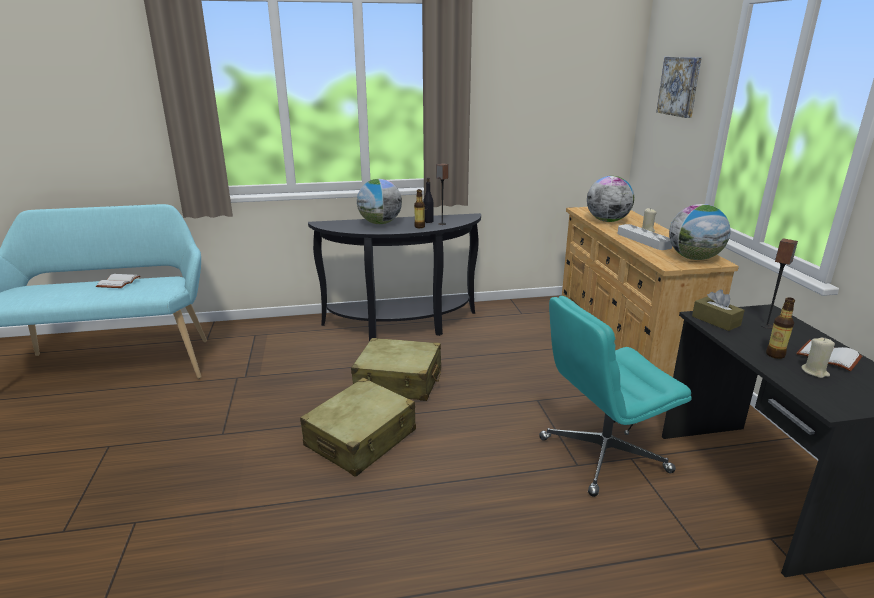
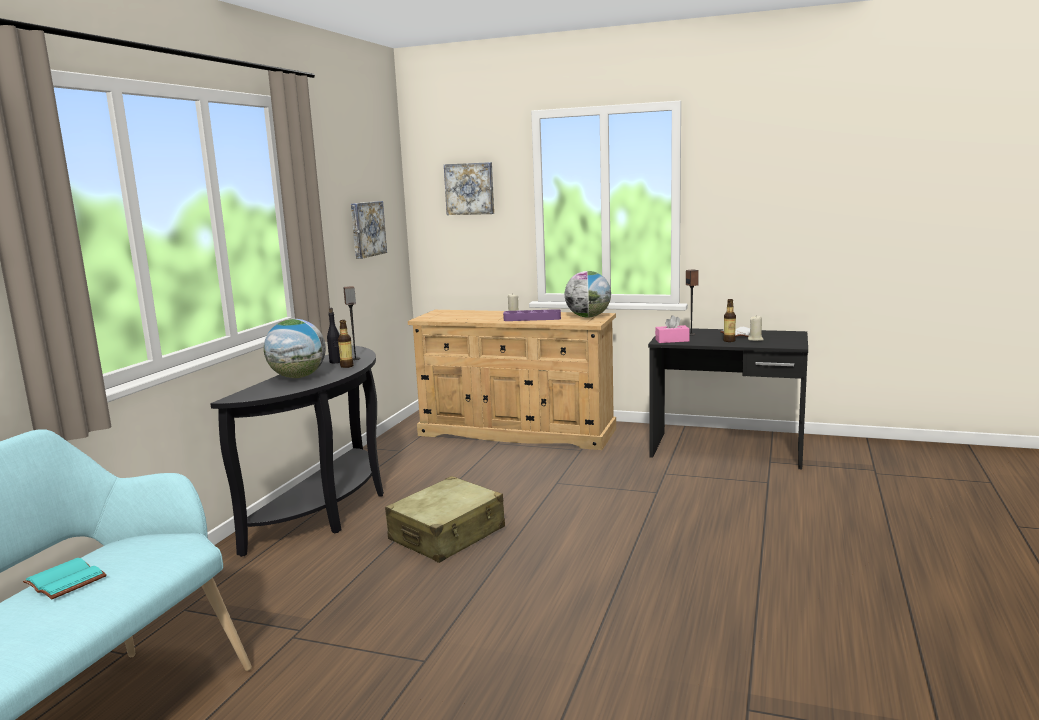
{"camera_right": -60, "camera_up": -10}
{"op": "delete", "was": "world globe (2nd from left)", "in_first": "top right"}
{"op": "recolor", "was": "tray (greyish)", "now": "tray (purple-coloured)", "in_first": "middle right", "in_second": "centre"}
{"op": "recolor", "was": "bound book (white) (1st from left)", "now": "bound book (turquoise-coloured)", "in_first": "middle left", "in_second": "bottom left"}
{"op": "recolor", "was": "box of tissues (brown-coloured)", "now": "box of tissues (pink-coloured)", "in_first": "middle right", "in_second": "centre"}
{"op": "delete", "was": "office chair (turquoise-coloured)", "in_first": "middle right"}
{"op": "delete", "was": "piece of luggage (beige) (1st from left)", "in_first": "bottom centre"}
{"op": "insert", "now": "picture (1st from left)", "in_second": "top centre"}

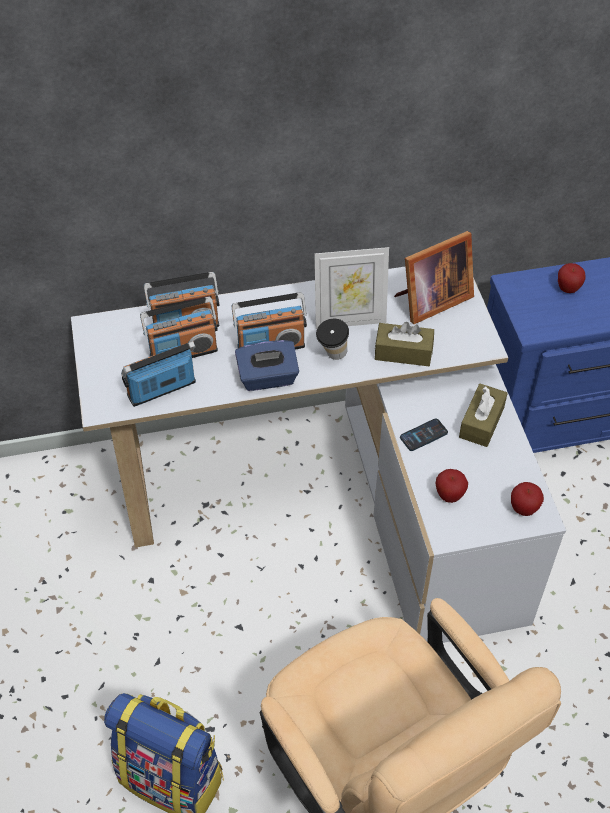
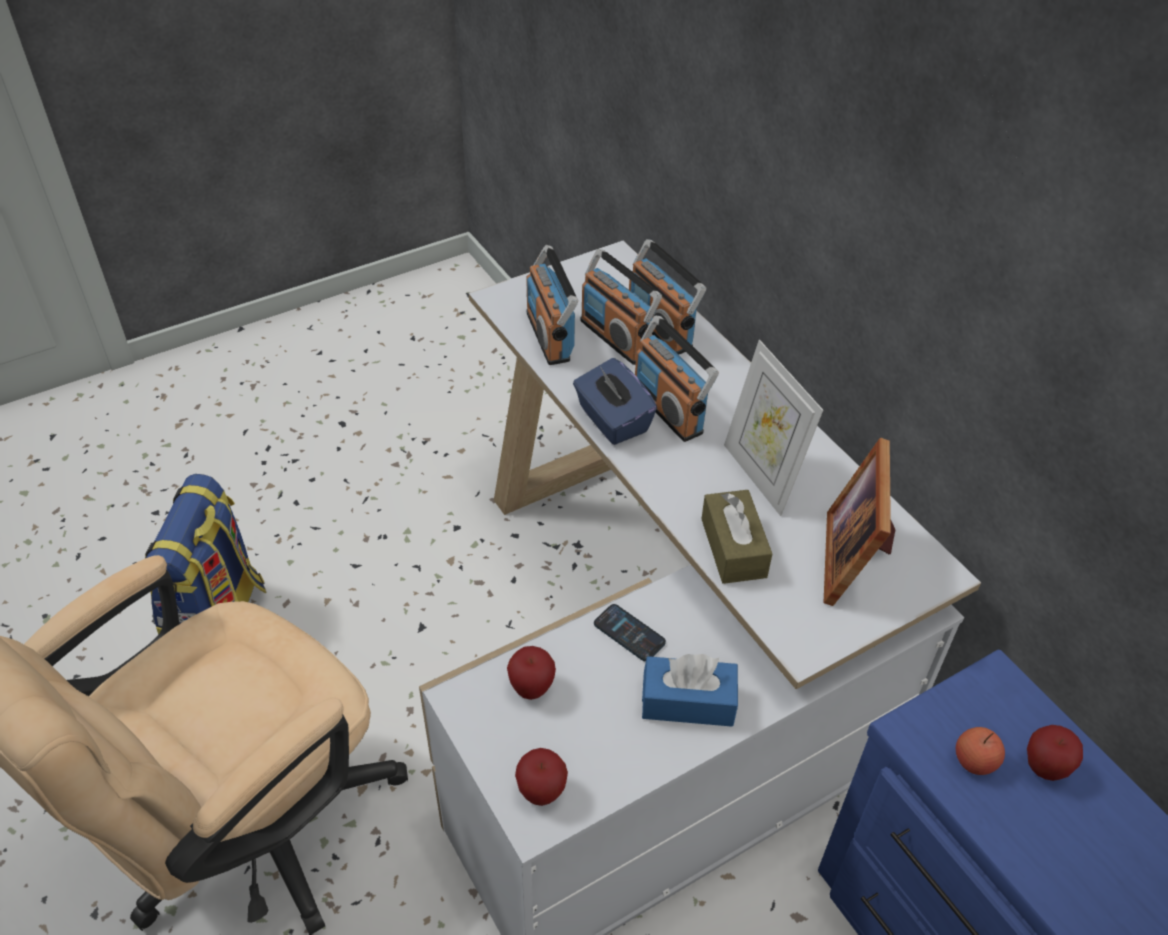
{"camera_right": 70, "camera_up": -5}
{"op": "rotate", "was": "picture frame (2nd from left)", "in_first": "middle right", "in_second": "middle right", "clockwise": 60}
{"op": "delete", "was": "drinking cup", "in_first": "centre"}
{"op": "rotate", "was": "radio set (1st from left)", "in_first": "middle left", "in_second": "top centre", "clockwise": -150}
{"op": "recolor", "was": "box of tissues (brown-coloured) (2nd from left)", "now": "box of tissues (blue-coloured) (2nd from left)", "in_first": "middle right", "in_second": "bottom centre"}
{"op": "insert", "now": "apple fruit (3rd from left)", "in_second": "bottom right"}

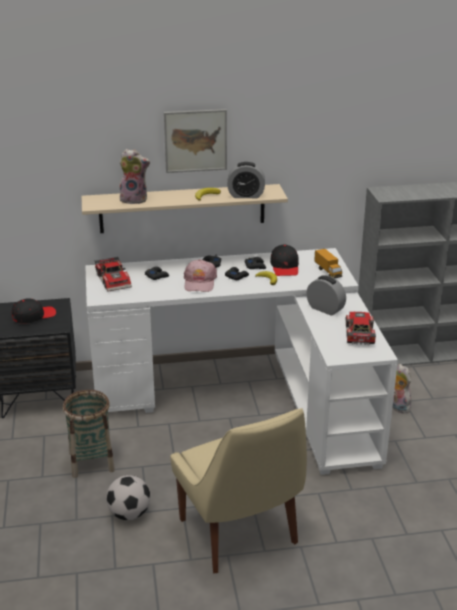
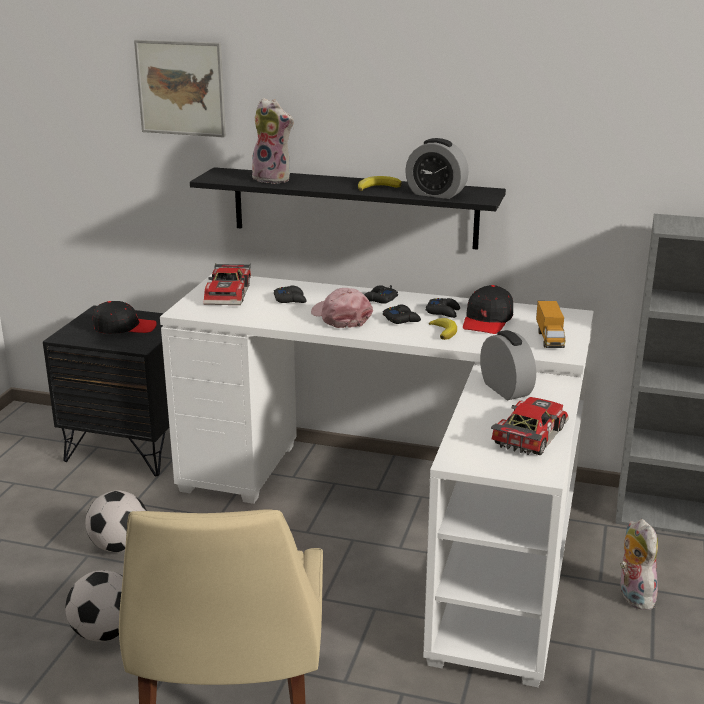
{"camera_right": 25, "camera_up": -5}
{"op": "move", "was": "picture", "in_first": "top centre", "in_second": "top left"}
{"op": "recolor", "was": "bracket shelf (beige)", "now": "bracket shelf (blackish)", "in_first": "centre", "in_second": "top centre"}
{"op": "rotate", "was": "baseball cap (pink-coloured)", "in_first": "centre", "in_second": "centre", "clockwise": 120}
{"op": "replace", "was": "storage basket", "now": "football ball (2nd from left)", "in_first": "bottom left", "in_second": "bottom left"}

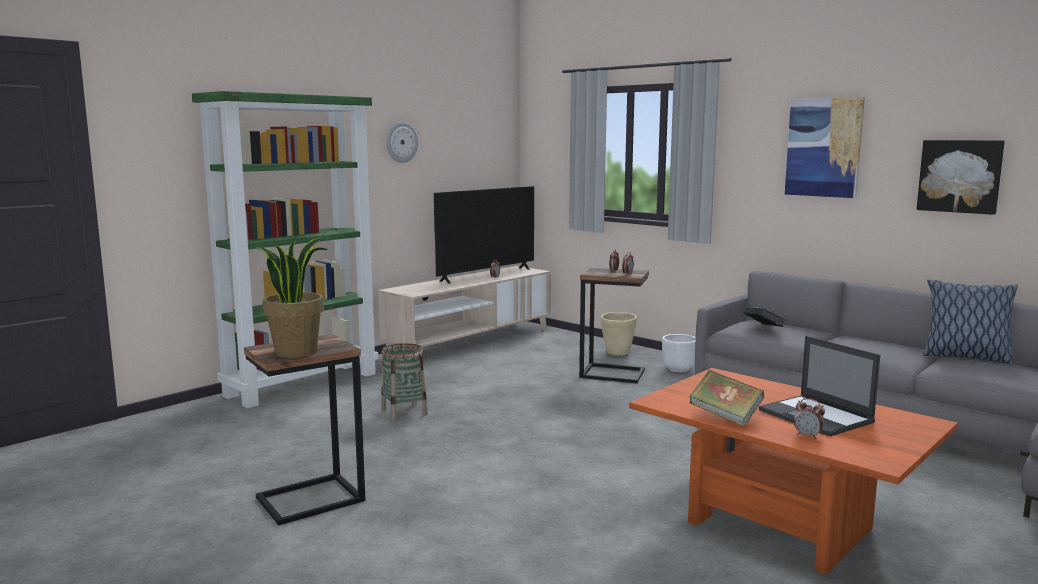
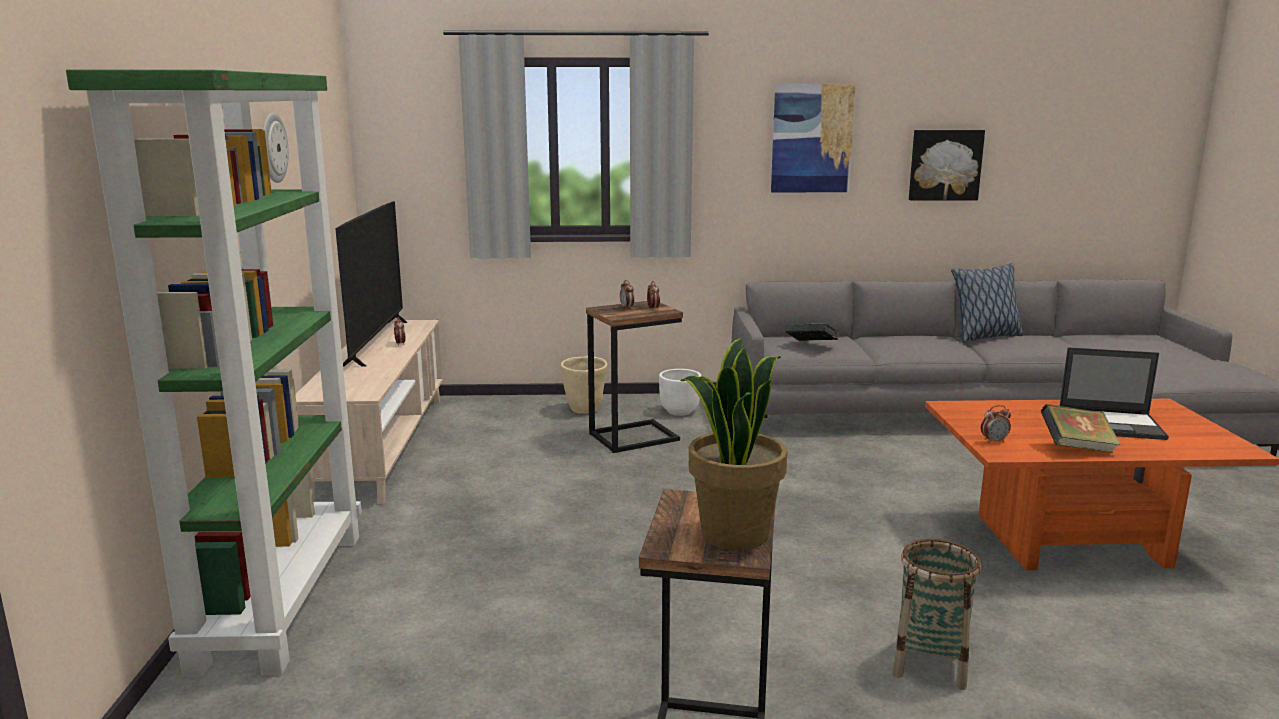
{"camera_right": -45, "camera_up": 5}
{"op": "move", "was": "storage basket", "in_first": "centre", "in_second": "bottom right"}
{"op": "move", "was": "table clock (4th from left)", "in_first": "bottom right", "in_second": "middle right"}

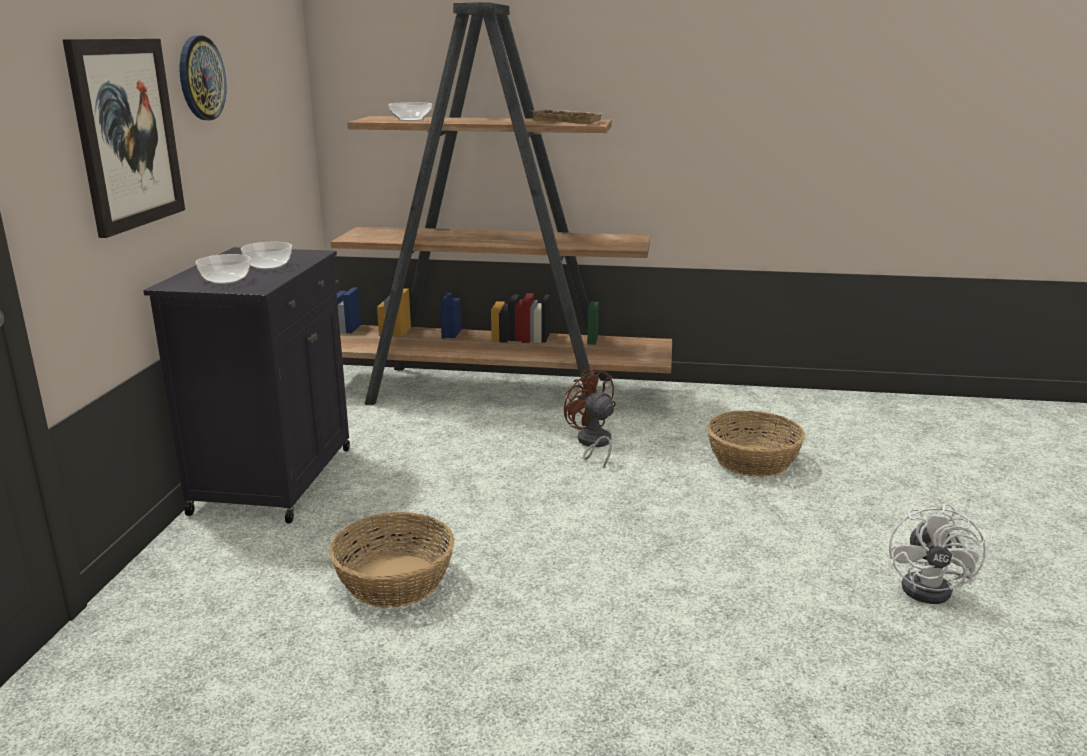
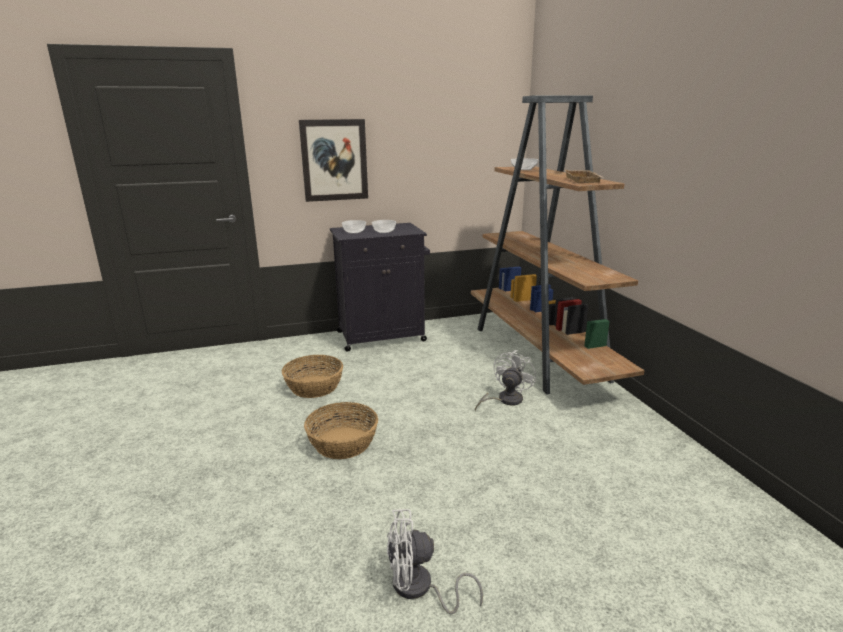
{"camera_right": 65, "camera_up": 0}
{"op": "delete", "was": "clock on the wall", "in_first": "top left"}
{"op": "recolor", "was": "fan (brown-coloured)", "now": "fan (white) (2nd from left)", "in_first": "centre", "in_second": "centre"}
{"op": "move", "was": "storage basket (2nd from left)", "in_first": "middle right", "in_second": "bottom centre"}

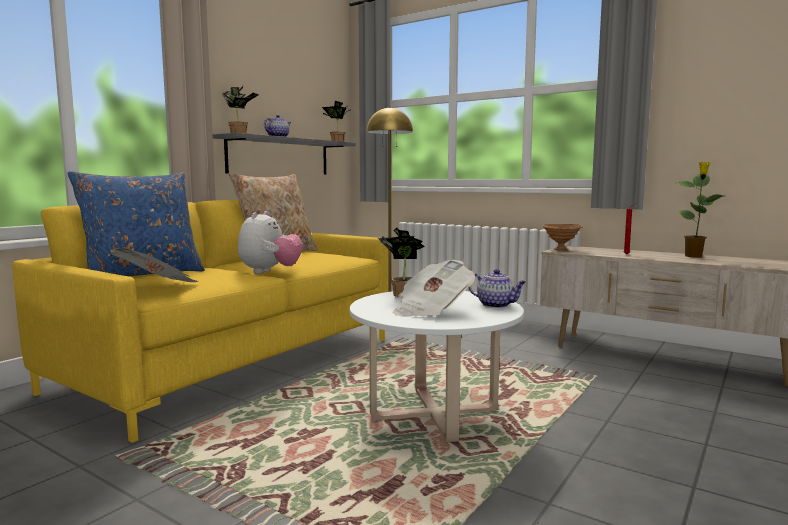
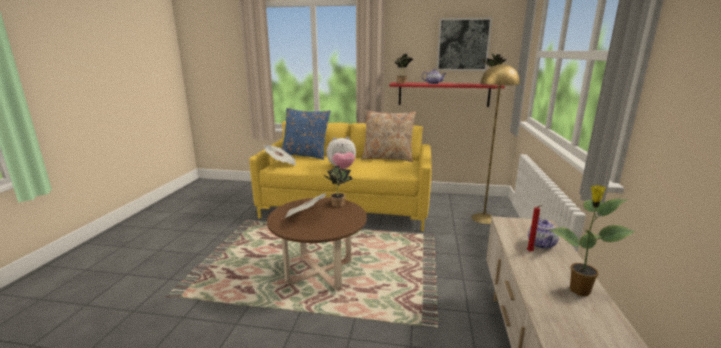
{"camera_right": 65, "camera_up": 10}
{"op": "recolor", "was": "bracket shelf (greyish)", "now": "bracket shelf (red)", "in_first": "top centre", "in_second": "top centre"}
{"op": "delete", "was": "deep dish (brown-coloured)", "in_first": "middle right"}
{"op": "move", "was": "teapot (2nd from left)", "in_first": "centre", "in_second": "bottom right"}
{"op": "recolor", "was": "coffee table (white)", "now": "coffee table (brown-coloured)", "in_first": "bottom centre", "in_second": "bottom centre"}
{"op": "insert", "now": "picture", "in_second": "top centre"}

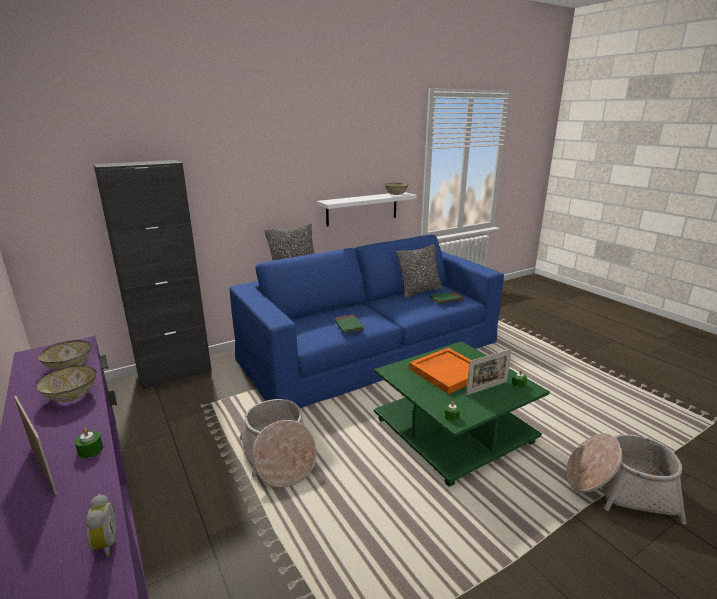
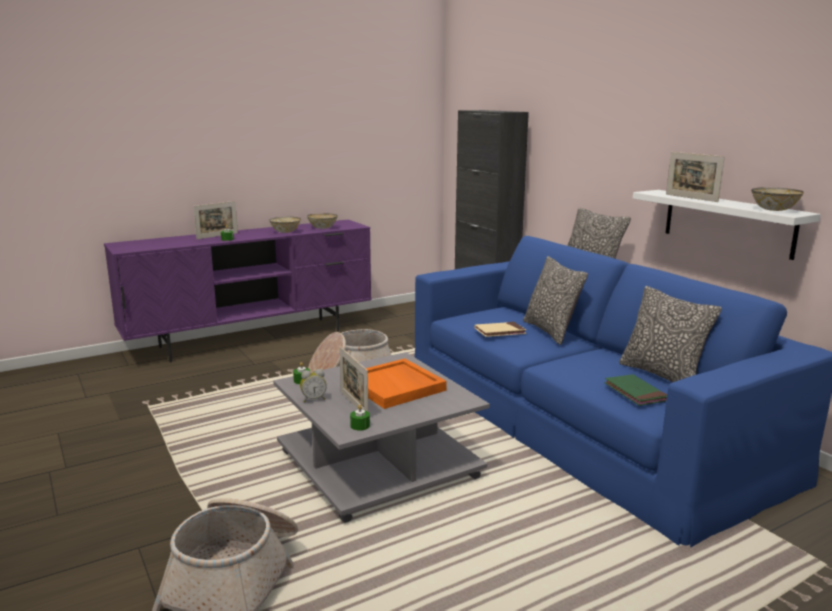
{"camera_right": 90, "camera_up": -5}
{"op": "recolor", "was": "bound book (green-coloured) (1st from left)", "now": "bound book (beige)", "in_first": "centre", "in_second": "centre"}
{"op": "recolor", "was": "coffee table (green-coloured)", "now": "coffee table (greyish)", "in_first": "bottom centre", "in_second": "bottom centre"}
{"op": "move", "was": "table clock", "in_first": "bottom left", "in_second": "centre"}
{"op": "insert", "now": "picture frame (3rd from left)", "in_second": "top right"}
{"op": "insert", "now": "cushion (1st from left)", "in_second": "middle right"}

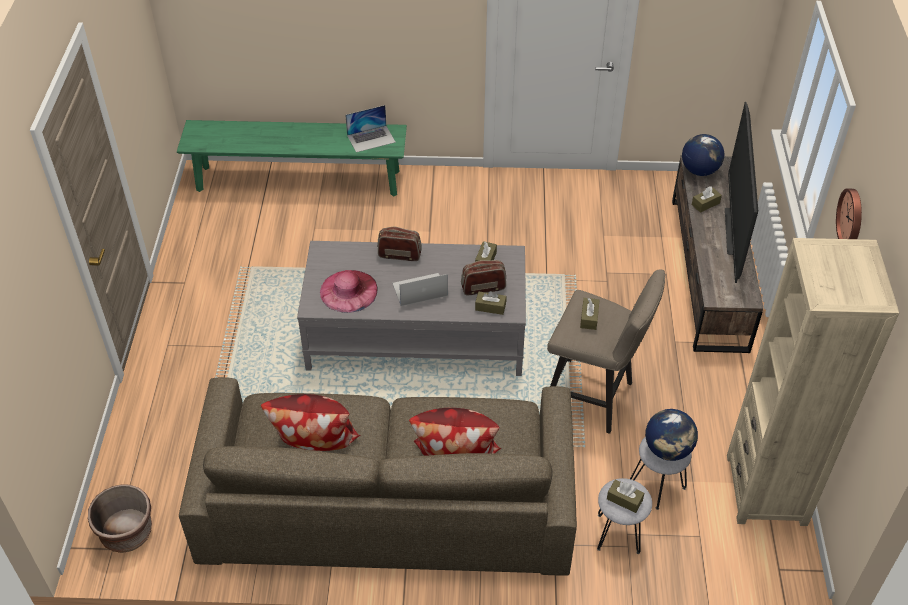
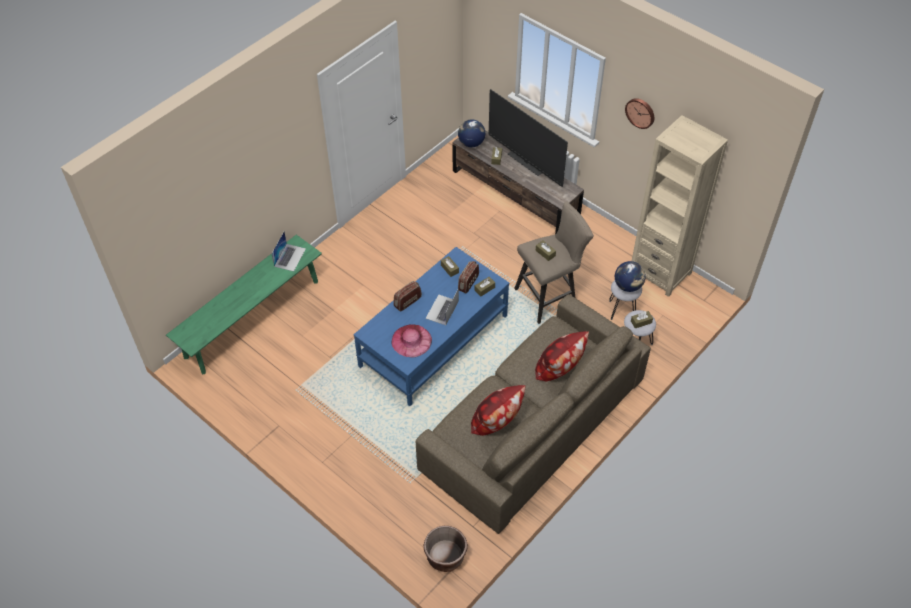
{"camera_right": -50, "camera_up": 5}
{"op": "recolor", "was": "coffee table (greyish)", "now": "coffee table (blue-coloured)", "in_first": "centre", "in_second": "centre"}

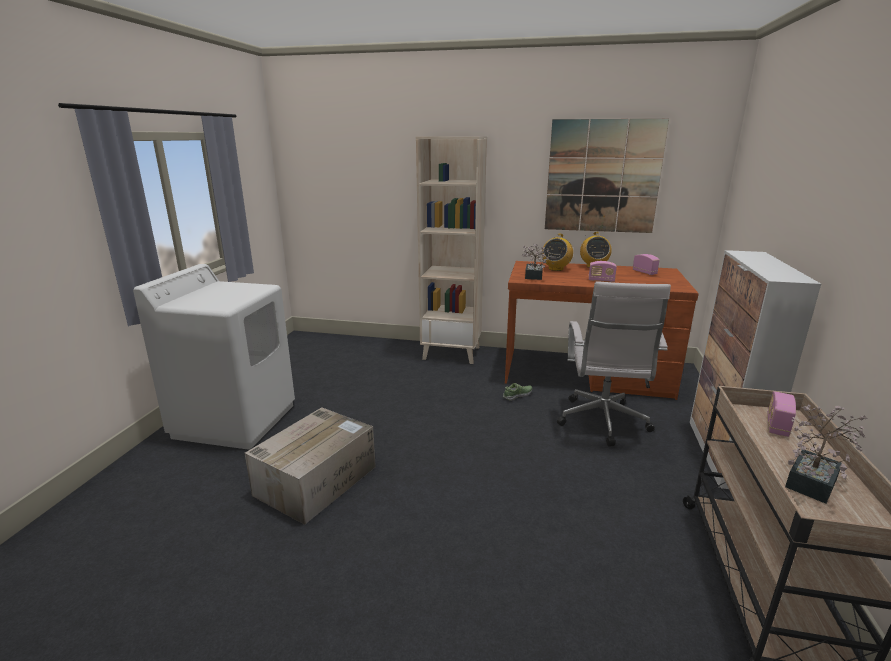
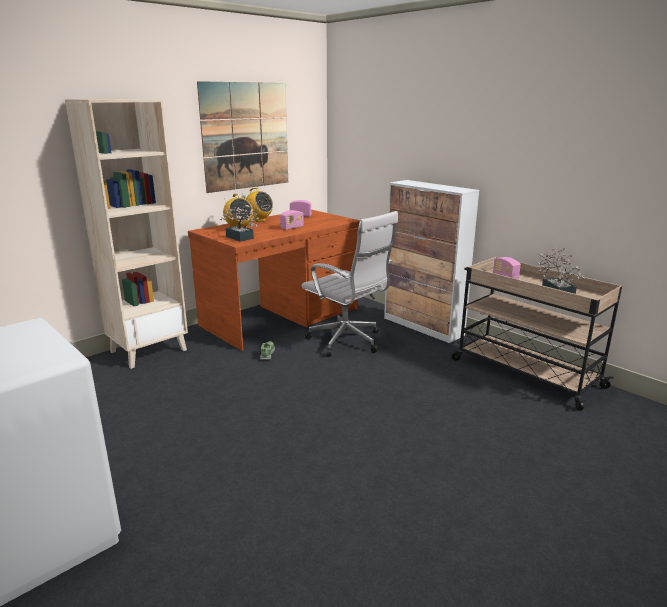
{"camera_right": -55, "camera_up": 0}
{"op": "delete", "was": "carton", "in_first": "bottom centre"}

